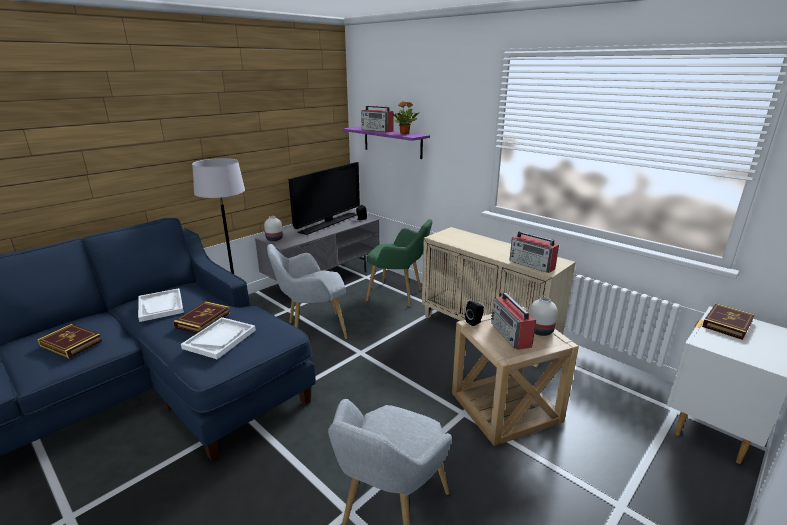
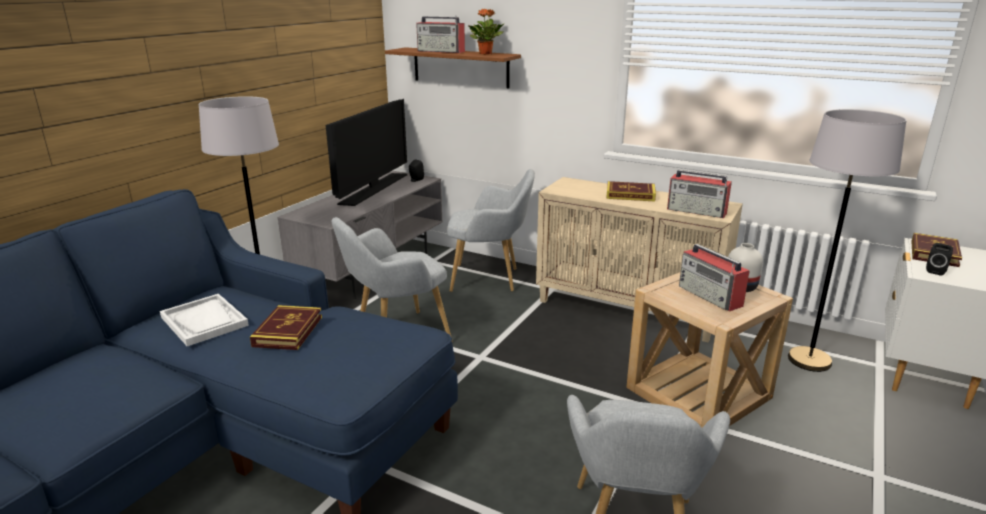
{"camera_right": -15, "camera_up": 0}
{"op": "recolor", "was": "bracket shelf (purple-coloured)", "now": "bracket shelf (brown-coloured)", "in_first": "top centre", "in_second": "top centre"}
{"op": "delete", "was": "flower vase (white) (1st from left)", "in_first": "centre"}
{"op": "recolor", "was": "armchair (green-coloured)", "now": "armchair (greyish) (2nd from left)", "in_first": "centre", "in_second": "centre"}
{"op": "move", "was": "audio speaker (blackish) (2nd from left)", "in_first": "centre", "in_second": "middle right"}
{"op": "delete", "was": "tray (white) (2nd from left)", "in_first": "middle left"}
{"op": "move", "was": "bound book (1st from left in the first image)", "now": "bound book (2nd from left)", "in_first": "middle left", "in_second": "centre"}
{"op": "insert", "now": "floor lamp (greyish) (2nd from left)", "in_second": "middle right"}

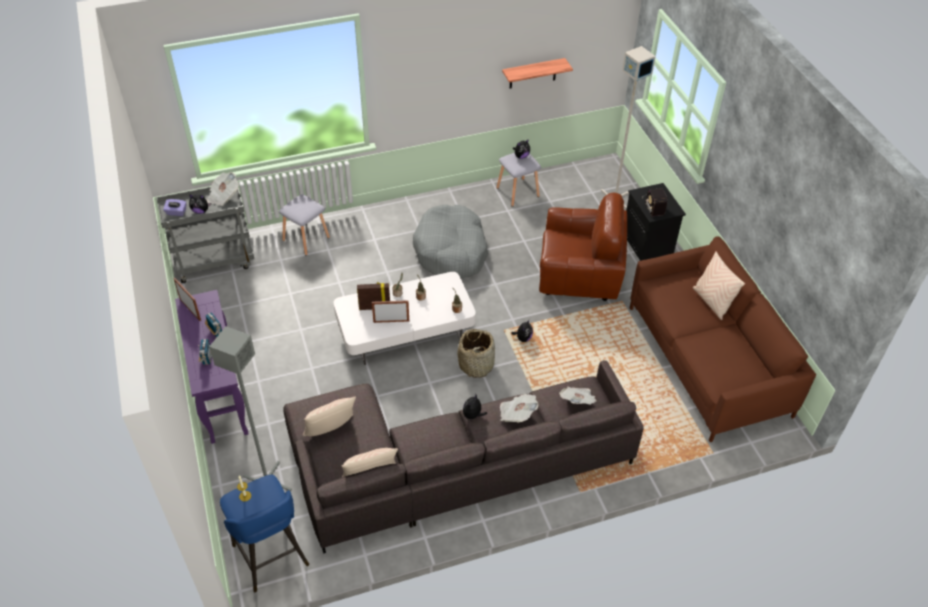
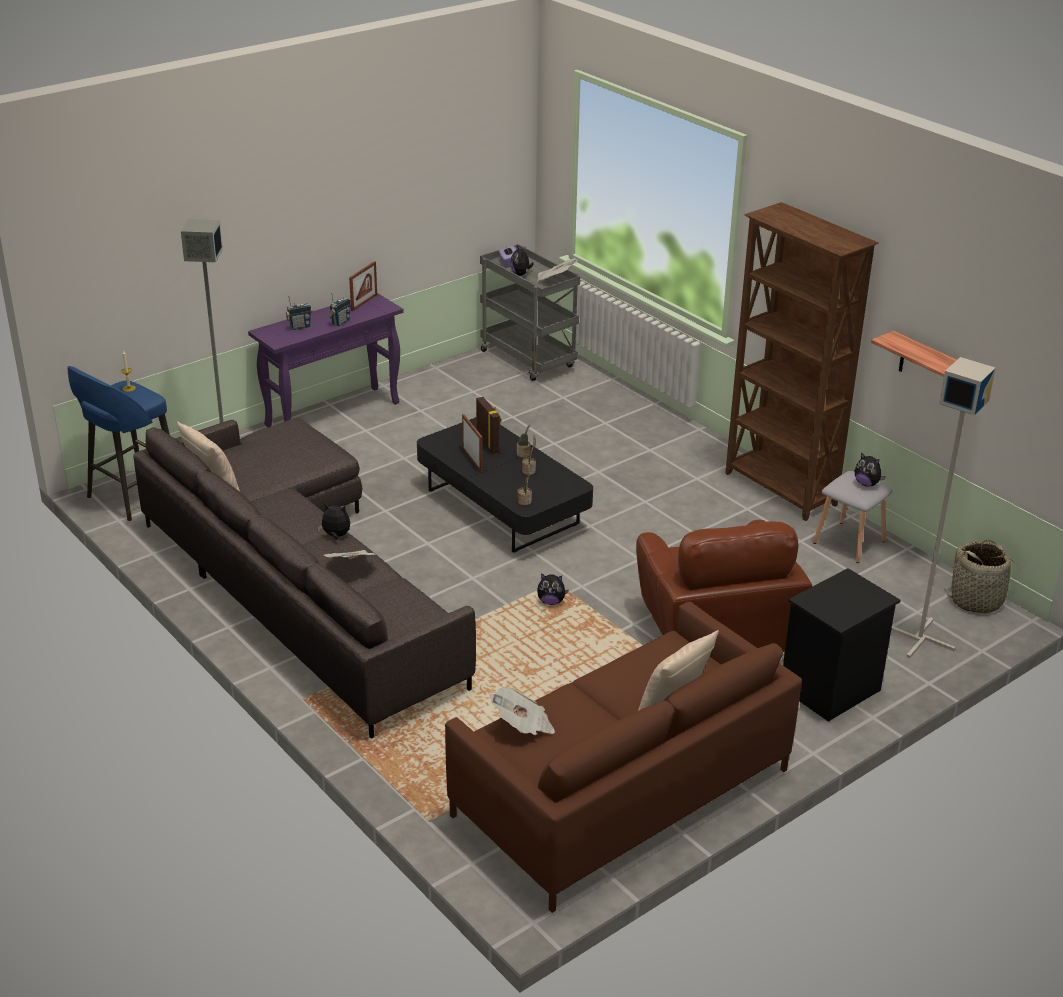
{"camera_right": 70, "camera_up": -15}
{"op": "delete", "was": "radio set (3rd from left)", "in_first": "top right"}
{"op": "delete", "was": "stool seat (greyish) (1st from left)", "in_first": "middle left"}
{"op": "delete", "was": "dog cushion (greyish)", "in_first": "centre"}
{"op": "recolor", "was": "coffee table (white)", "now": "coffee table (blackish)", "in_first": "centre", "in_second": "centre"}
{"op": "move", "was": "storage basket", "in_first": "centre", "in_second": "middle right"}
{"op": "move", "was": "newspaper (3rd from left in the first image)", "now": "newspaper (2nd from left)", "in_first": "centre", "in_second": "bottom centre"}
{"op": "delete", "was": "cushion (beige) (1st from left)", "in_first": "bottom centre"}
{"op": "insert", "now": "bookshelf (brown-coloured)", "in_second": "middle right"}

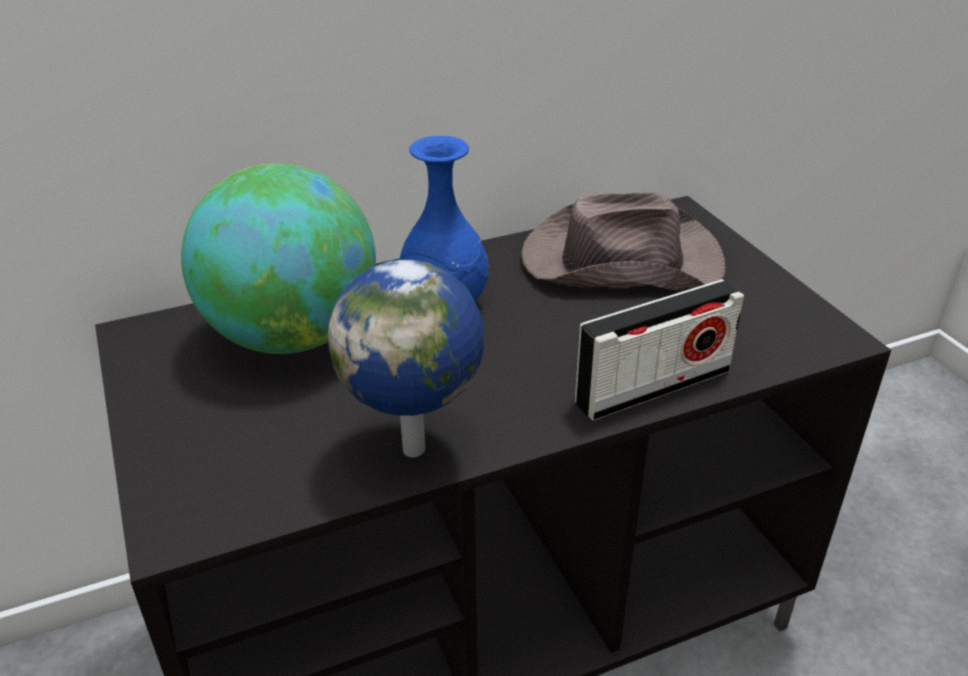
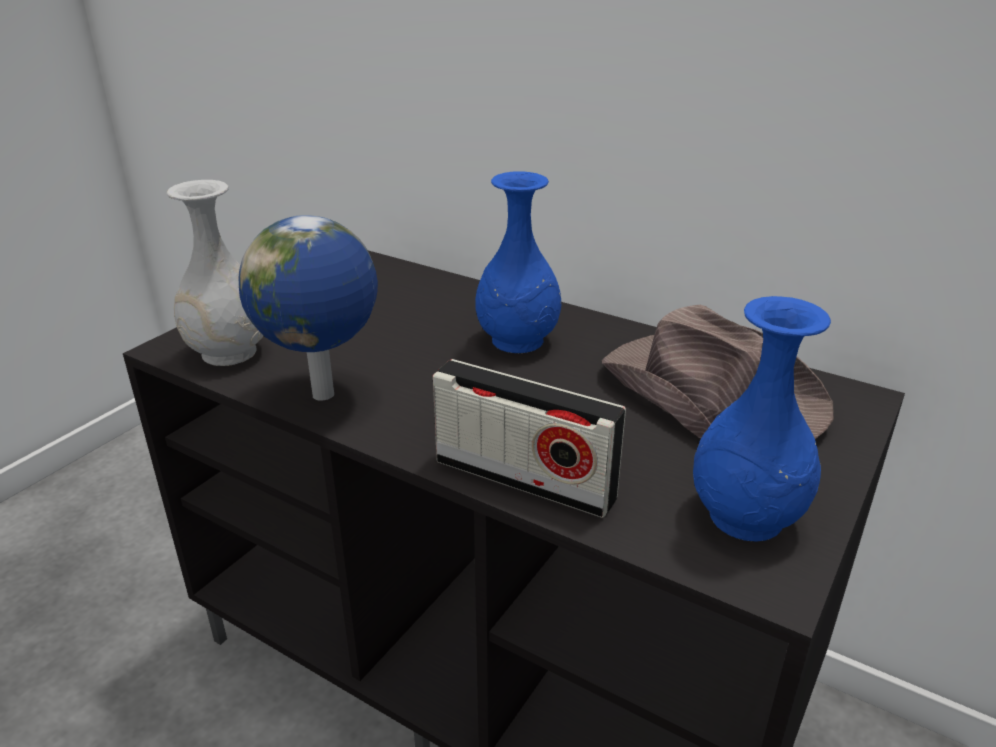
{"camera_right": 55, "camera_up": -5}
{"op": "delete", "was": "world globe (1st from left)", "in_first": "middle left"}
{"op": "insert", "now": "flower vase (white)", "in_second": "middle left"}
{"op": "insert", "now": "flower vase (blue-coloured) (2nd from left)", "in_second": "middle right"}

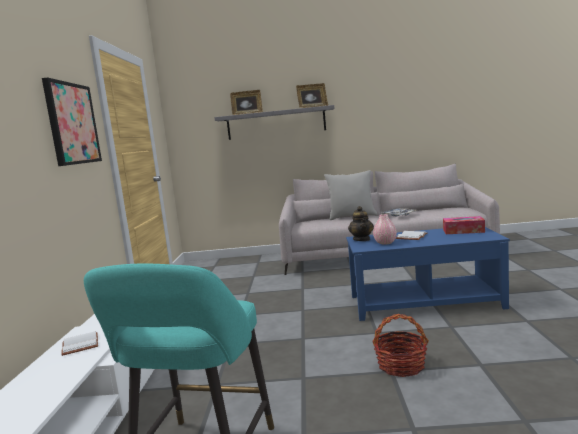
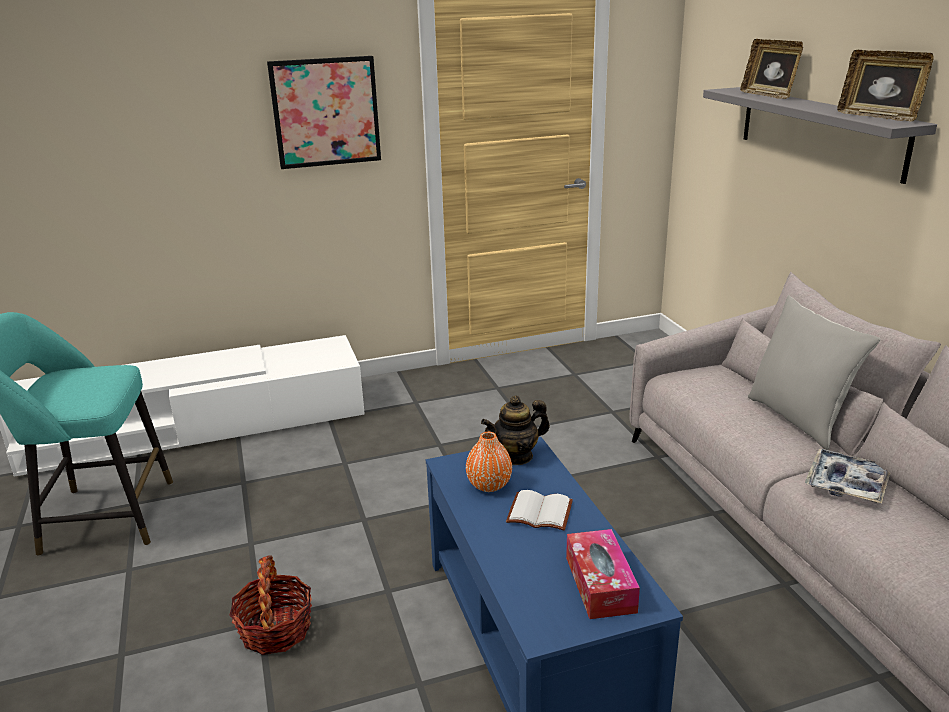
{"camera_right": 70, "camera_up": 15}
{"op": "recolor", "was": "flower vase (pink-coloured)", "now": "flower vase (orangey)", "in_first": "centre", "in_second": "centre"}
{"op": "delete", "was": "bound book (white) (1st from left)", "in_first": "bottom left"}

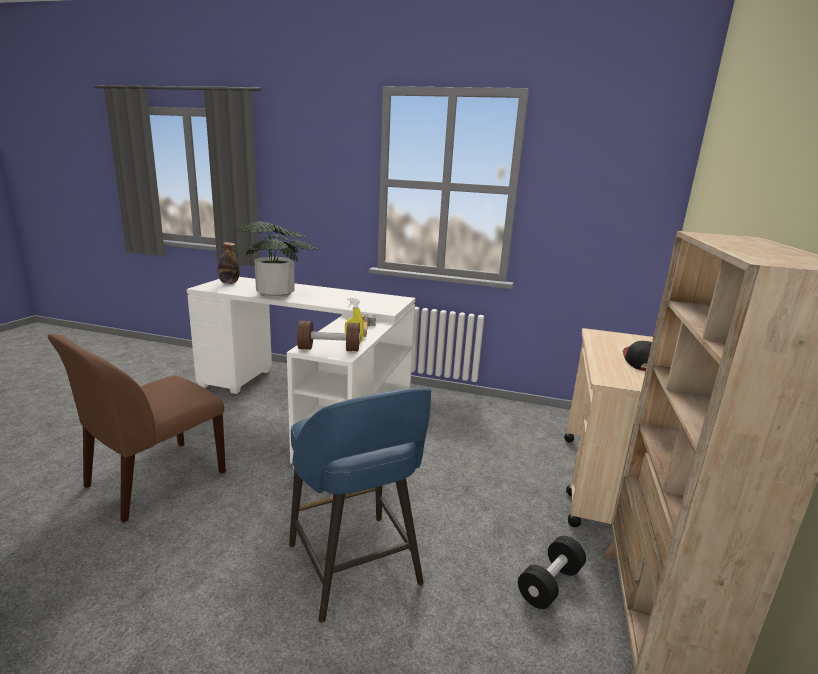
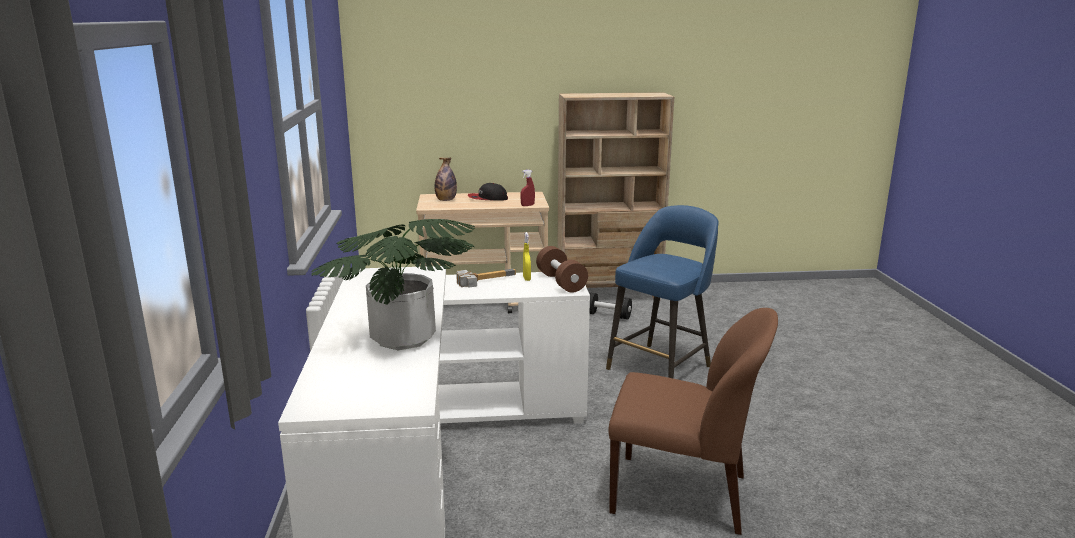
{"camera_right": -110, "camera_up": 0}
{"op": "move", "was": "beverage bottle", "in_first": "middle left", "in_second": "top centre"}
{"op": "insert", "now": "hand sprayer (red)", "in_second": "centre"}

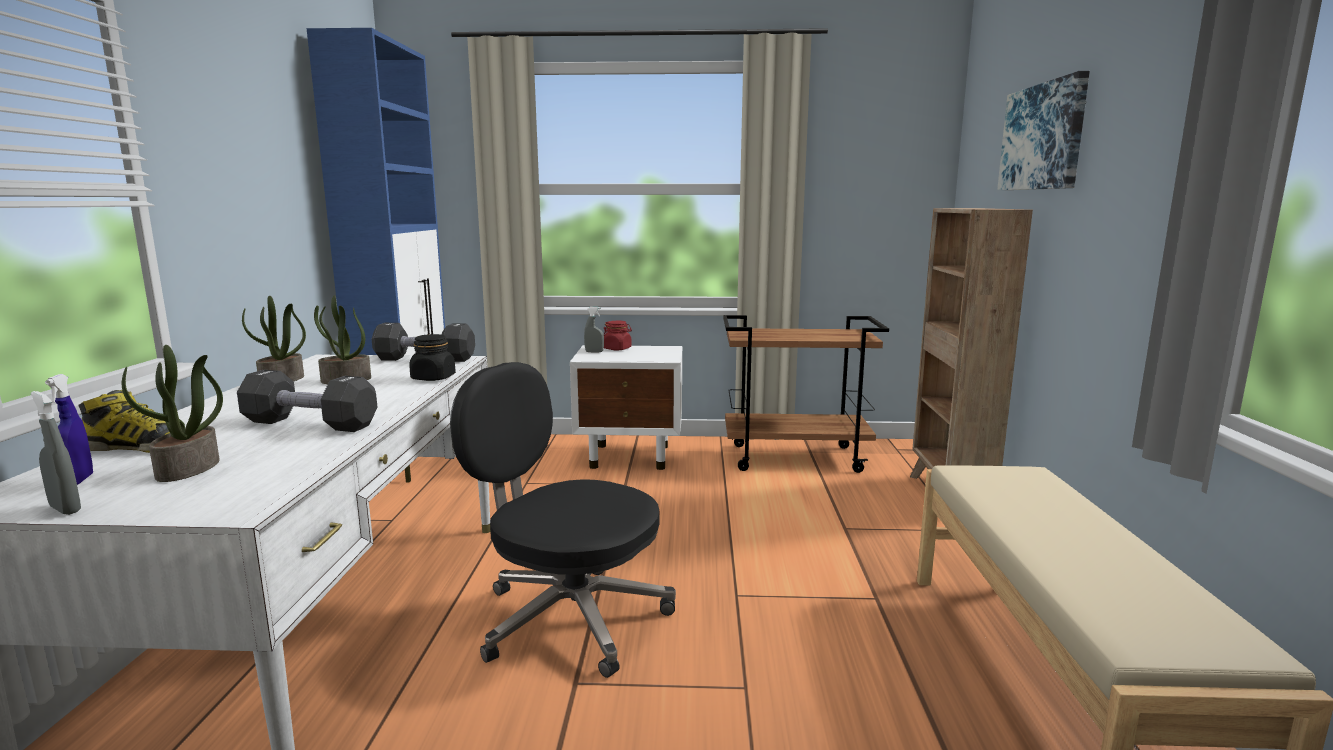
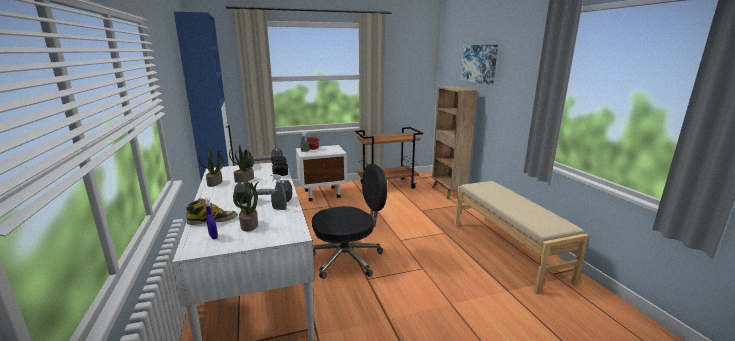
{"camera_right": -20, "camera_up": 5}
{"op": "rotate", "was": "office chair (blackish)", "in_first": "bottom centre", "in_second": "centre", "clockwise": 150}
{"op": "move", "was": "hand sprayer (greyish) (1st from left)", "in_first": "middle left", "in_second": "centre"}

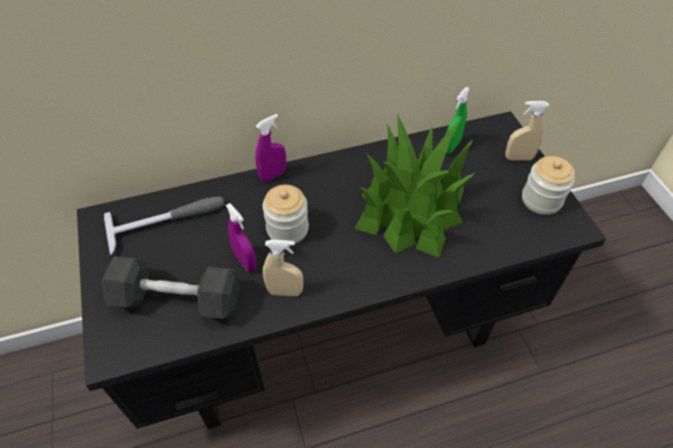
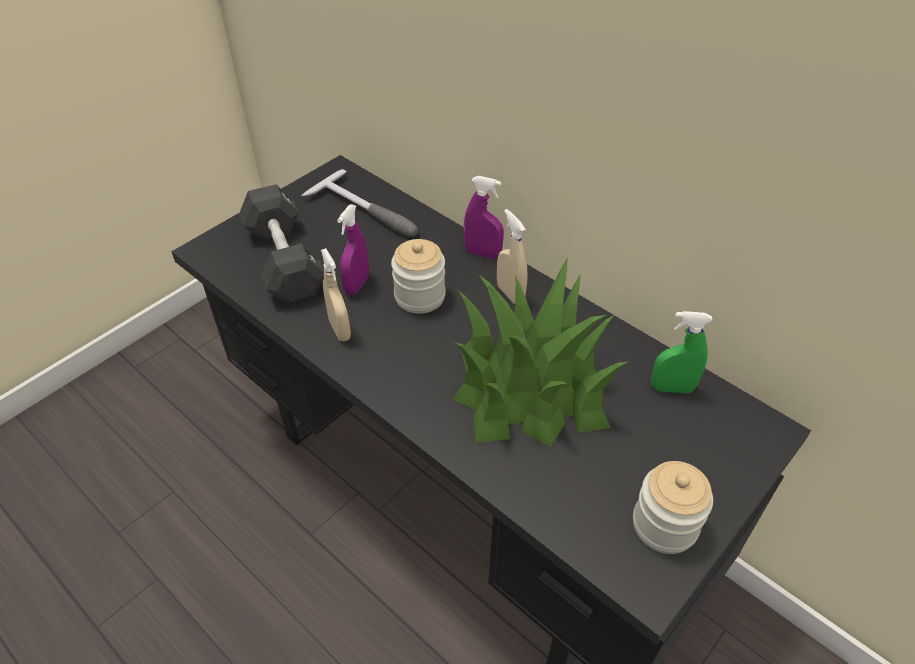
{"camera_right": 60, "camera_up": -5}
{"op": "move", "was": "hand sprayer (beige) (2nd from left)", "in_first": "top right", "in_second": "centre"}

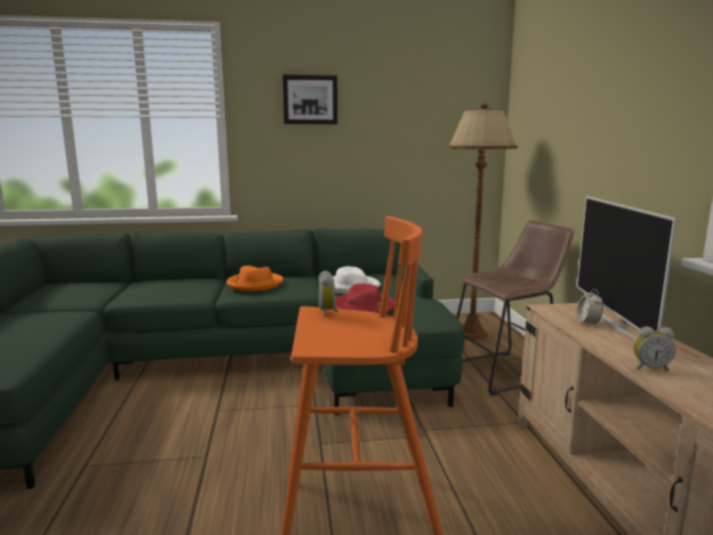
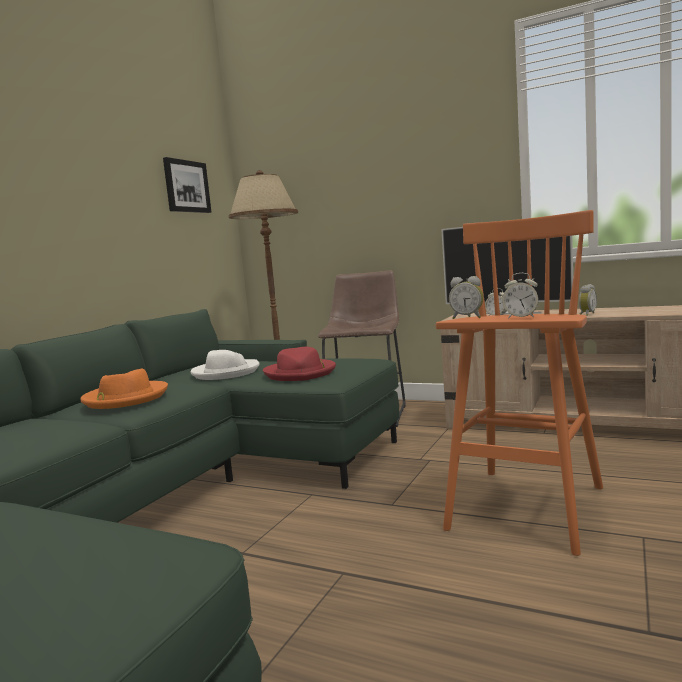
{"camera_right": -55, "camera_up": -5}
{"op": "move", "was": "picture", "in_first": "top centre", "in_second": "top left"}
{"op": "insert", "now": "table clock (3rd from left)", "in_second": "middle right"}

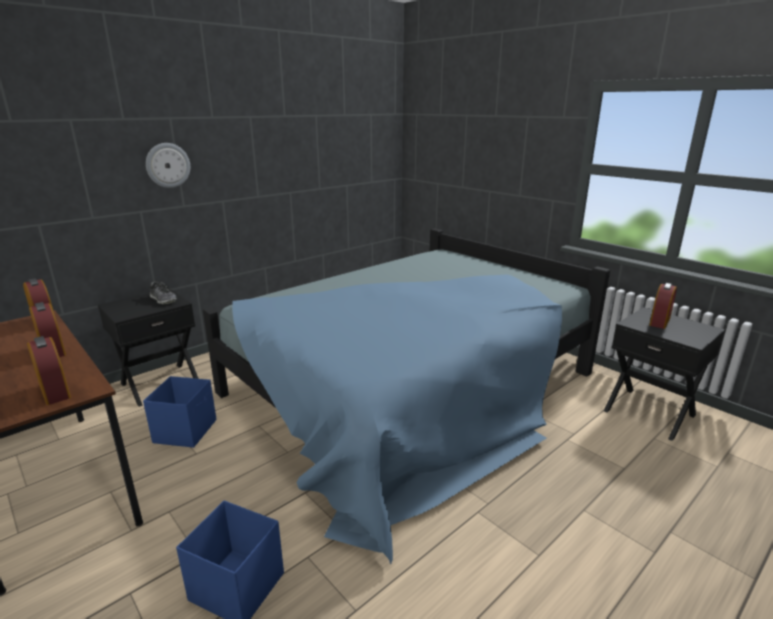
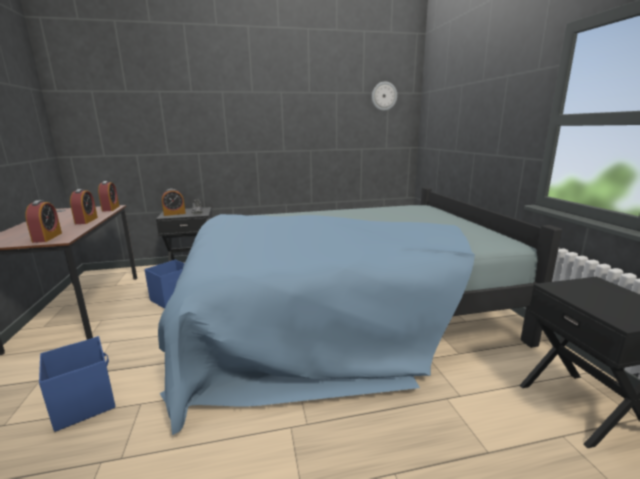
{"camera_right": 30, "camera_up": -5}
{"op": "move", "was": "clock on the wall", "in_first": "top left", "in_second": "top centre"}
{"op": "move", "was": "table clock (4th from left)", "in_first": "middle right", "in_second": "middle left"}

